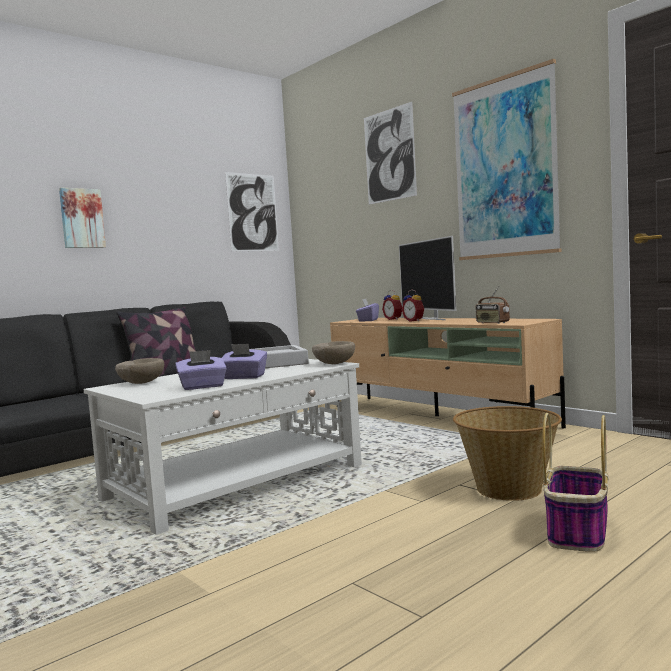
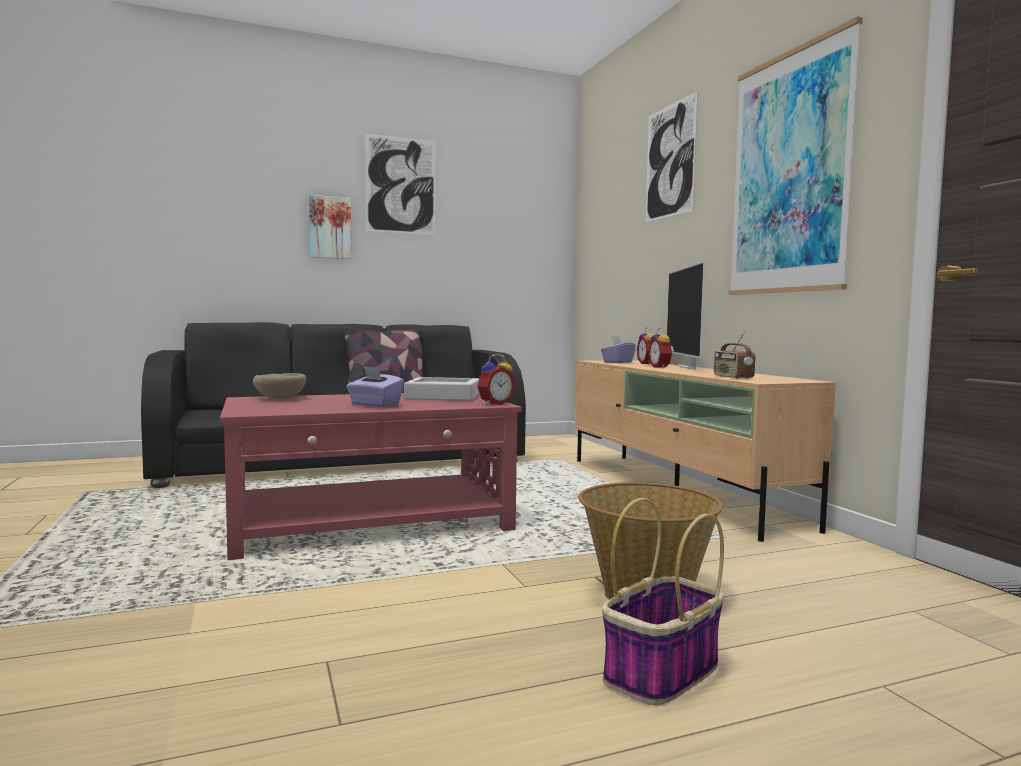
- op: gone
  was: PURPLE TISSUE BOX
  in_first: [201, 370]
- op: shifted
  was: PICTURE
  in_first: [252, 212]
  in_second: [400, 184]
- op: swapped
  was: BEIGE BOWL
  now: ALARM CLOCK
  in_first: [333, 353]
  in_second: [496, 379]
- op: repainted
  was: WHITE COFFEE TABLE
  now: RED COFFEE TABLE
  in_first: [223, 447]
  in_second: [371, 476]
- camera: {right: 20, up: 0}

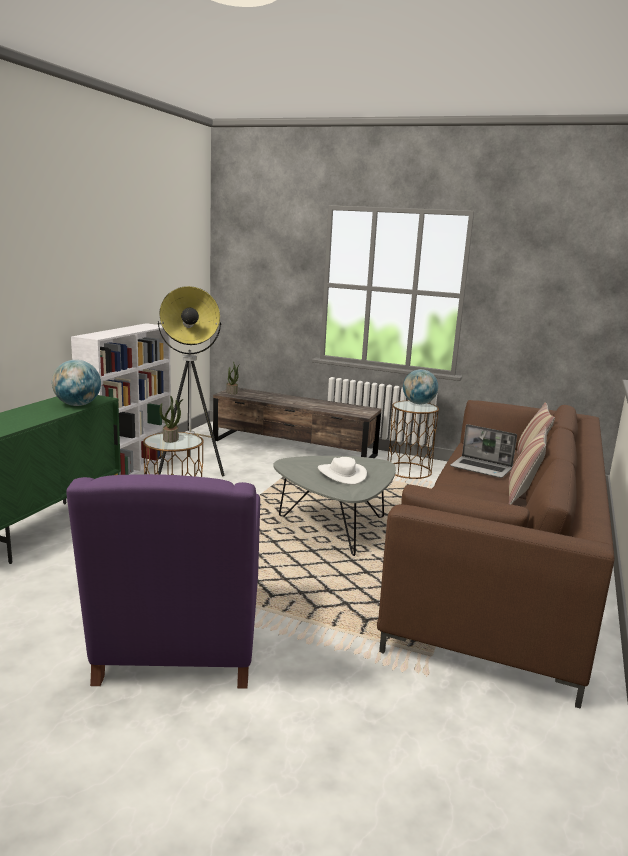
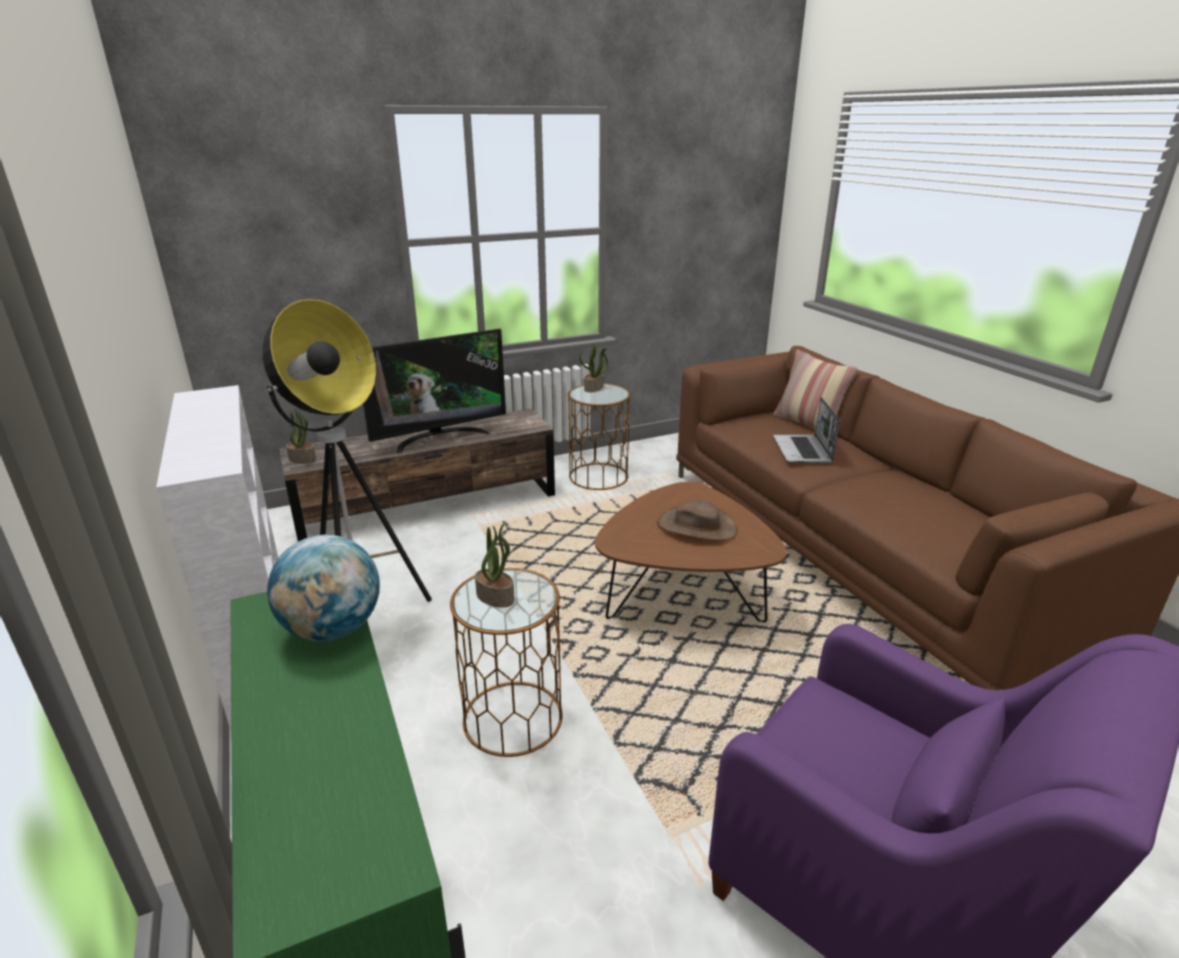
- op: gone
  was: PILLOW
  in_first: [528, 465]
- op: new
  now: TELEVISION
  in_second: [434, 391]
- op: swapped
  was: GLOBE
  now: POTTED PLANT
  in_first: [420, 386]
  in_second: [593, 367]
- op: repainted
  was: GREY COFFEE TABLE
  now: BROWN COFFEE TABLE
  in_first: [334, 506]
  in_second: [691, 552]
- op: repainted
  was: WHITE HAT
  now: BROWN HAT
  in_first: [342, 471]
  in_second: [697, 520]
- op: rotated
  was: LAPTOP
  in_first: [483, 451]
  in_second: [806, 430]
  clockwise: 105
- camera: {right: -45, up: 10}

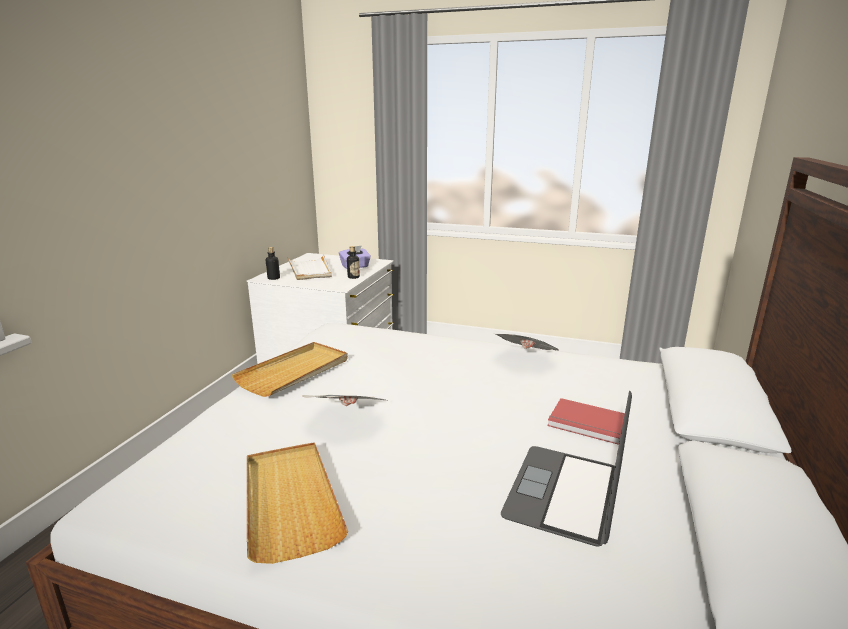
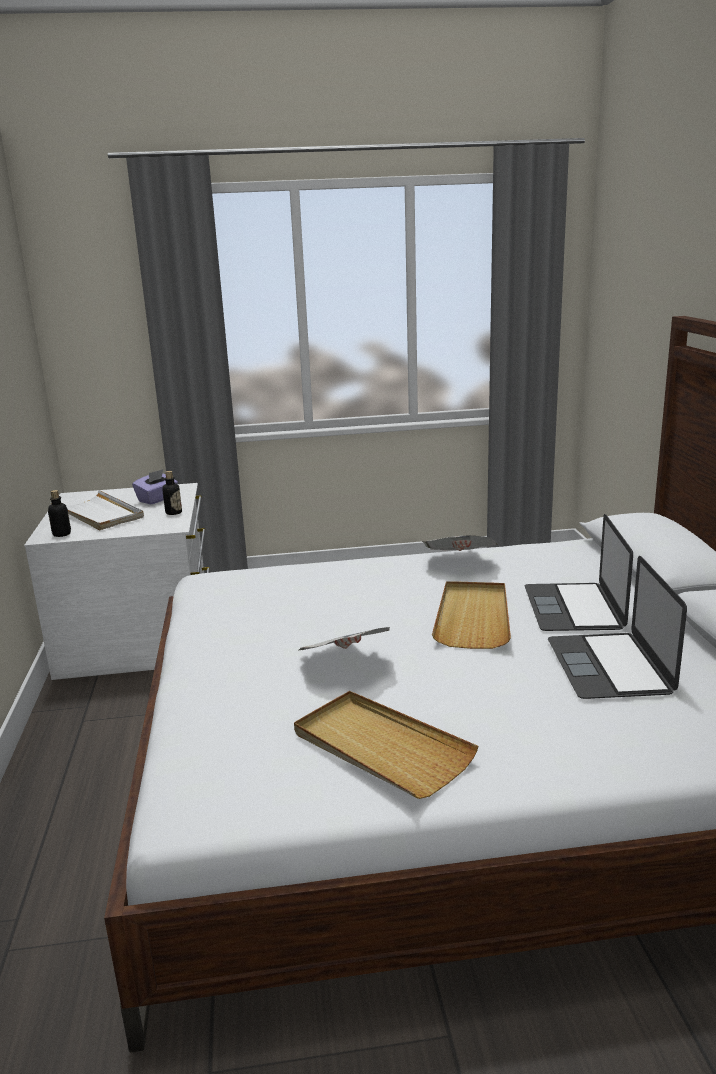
- op: shifted
  was: BEIGE TRAY
  in_first: [289, 369]
  in_second: [471, 615]
- op: swapped
  was: RED BOOK
  now: LAPTOP
  in_first: [586, 421]
  in_second: [579, 572]
- camera: {right: -25, up: 0}

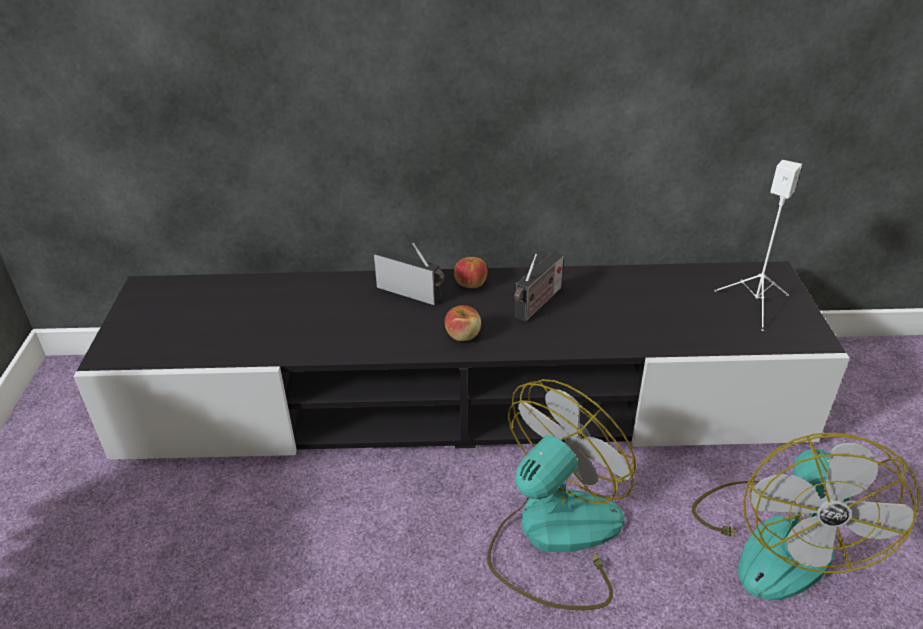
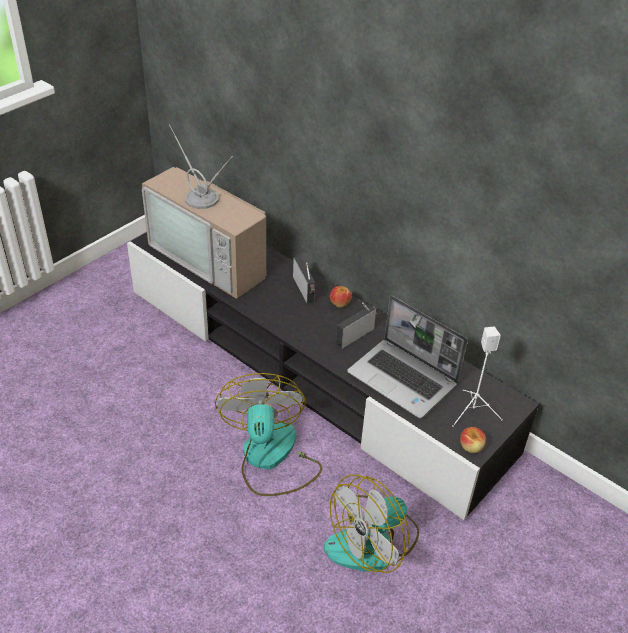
- op: new
  now: TELEVISION
  in_second: [204, 211]
- op: new
  now: LAPTOP
  in_second: [407, 357]
- op: shifted
  was: APPLE
  in_first: [463, 323]
  in_second: [473, 440]
- op: rotated
  was: FAN
  in_first: [561, 494]
  in_second: [268, 434]
  clockwise: -90
- op: rotated
  was: RADIO
  in_first: [539, 286]
  in_second: [357, 326]
  clockwise: 150
- camera: {right: 40, up: 5}

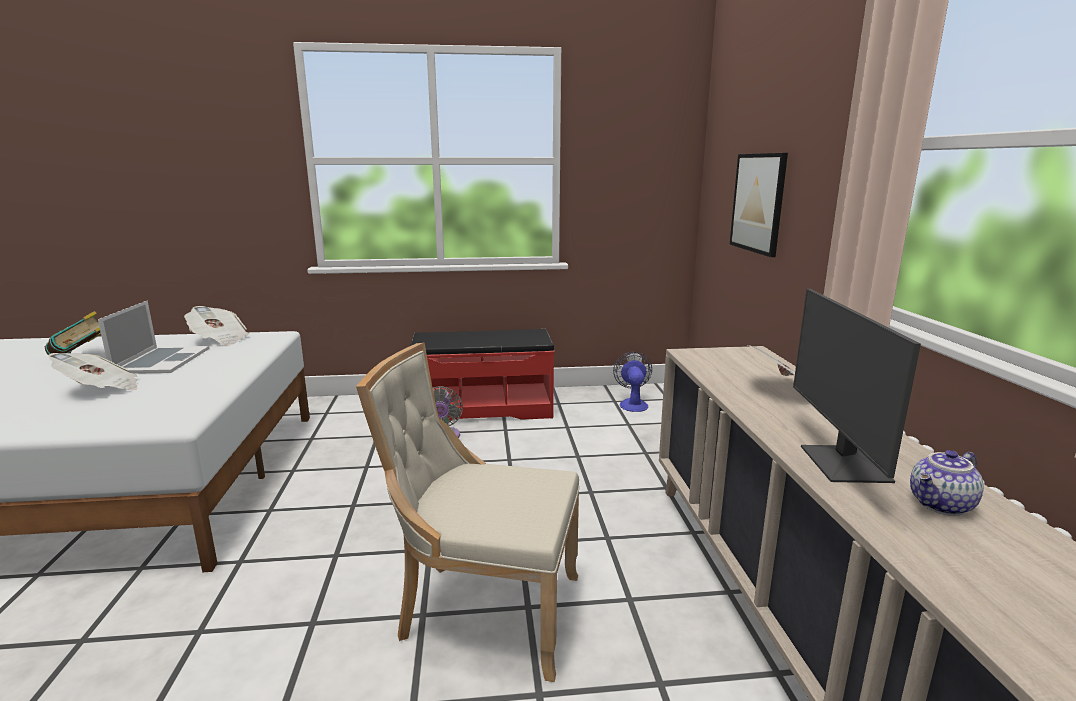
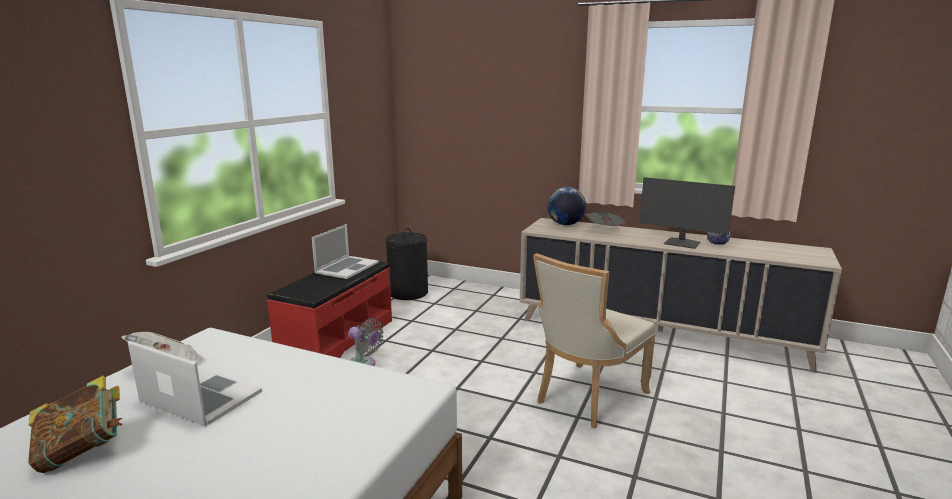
- op: gone
  was: NEWSPAPER
  in_first: [93, 371]
- op: gone
  was: PICTURE
  in_first: [759, 205]
- op: new
  now: LAPTOP
  in_second: [345, 251]
- op: new
  now: GLOBE
  in_second: [566, 206]
- op: swapped
  was: FAN
  now: BLACK LAUNDRY BASKET
  in_first: [632, 382]
  in_second: [407, 264]
- camera: {right: -60, up: 0}

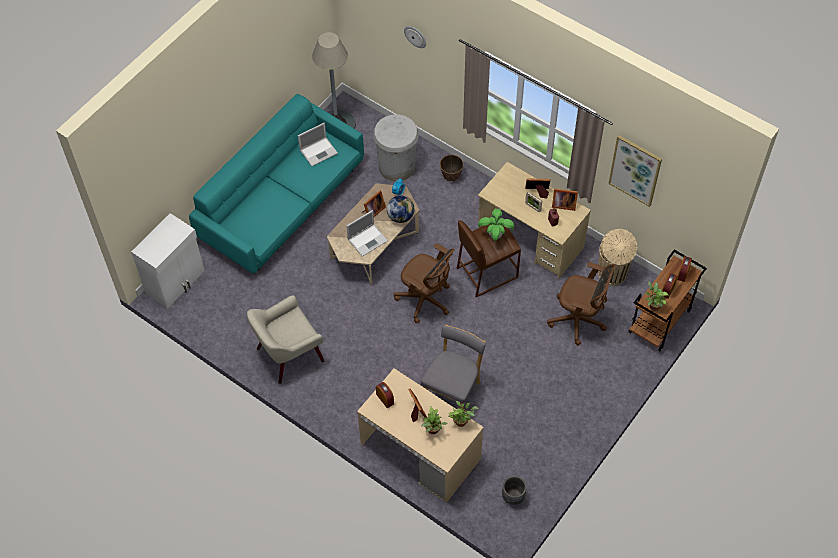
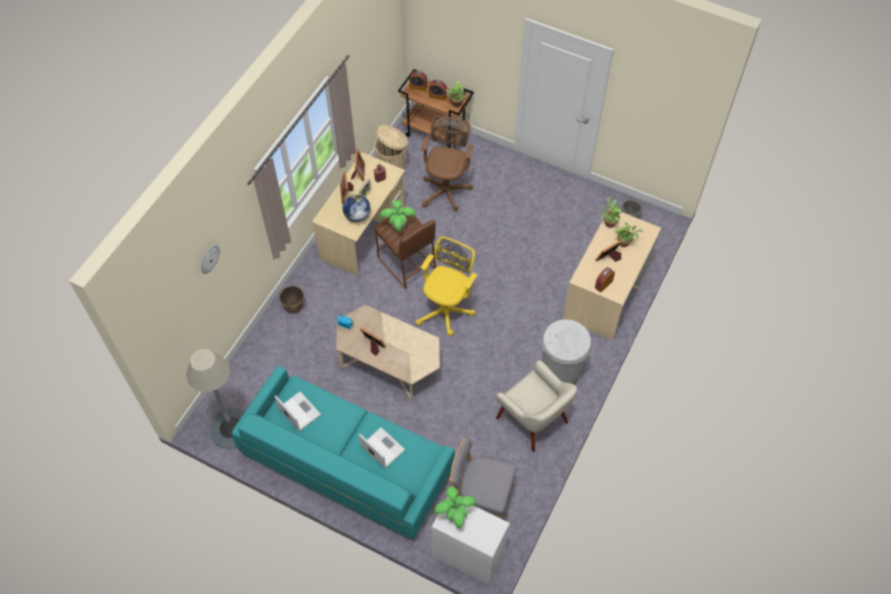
- op: gone
  was: PICTURE
  in_first: [635, 171]
- op: new
  now: POTTED PLANT
  in_second: [455, 507]
- op: shifted
  was: LAPTOP
  in_first: [367, 233]
  in_second: [382, 447]
- op: shifted
  was: WHITE TRASH CAN
  in_first: [396, 148]
  in_second: [566, 352]
- op: shifted
  was: GLOBE
  in_first: [400, 209]
  in_second: [357, 208]
- op: shifted
  was: GREY CHAIR
  in_first: [453, 367]
  in_second: [483, 478]
- op: repainted
  was: BROWN OFFICE CHAIR
  now: YELLOW OFFICE CHAIR
  in_first: [424, 283]
  in_second: [446, 286]
- camera: {right: -100, up: 0}

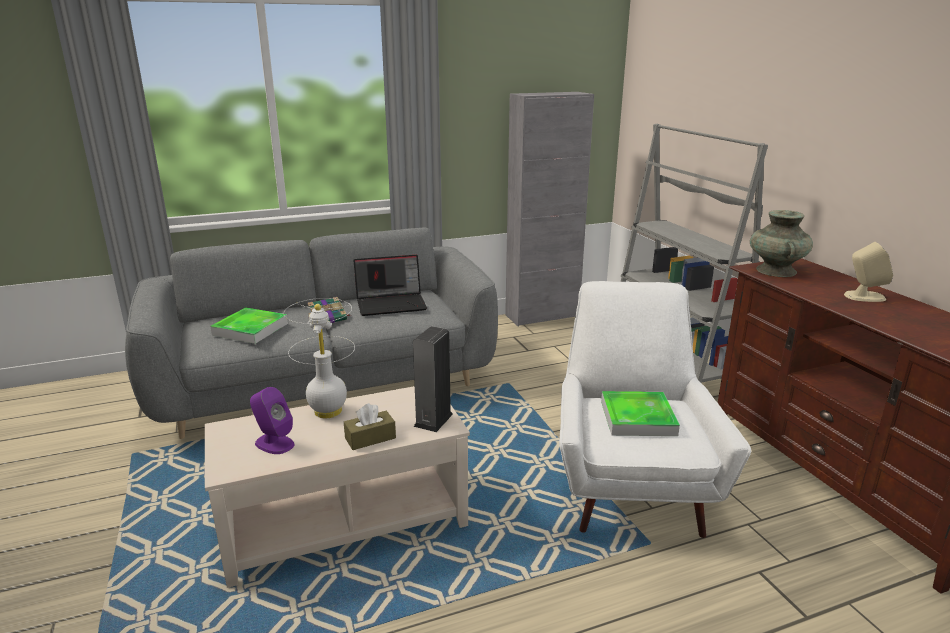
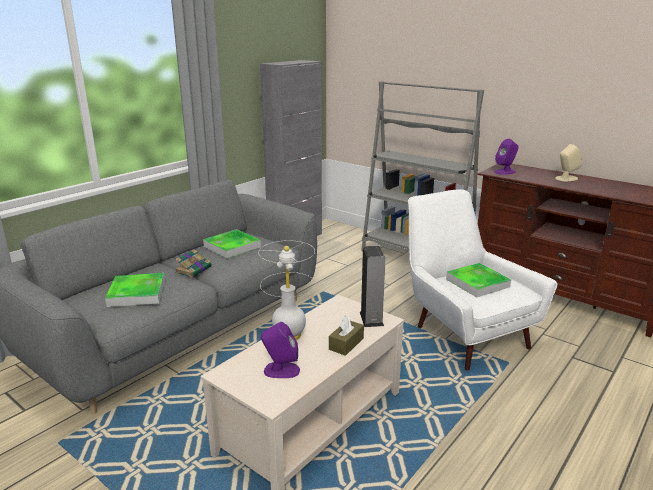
- op: swapped
  was: LAPTOP
  now: TRAY
  in_first: [390, 285]
  in_second: [232, 244]
- op: swapped
  was: TURQUOISE VASE
  now: PURPLE SPEAKER
  in_first: [781, 243]
  in_second: [507, 157]
- camera: {right: -30, up: 0}

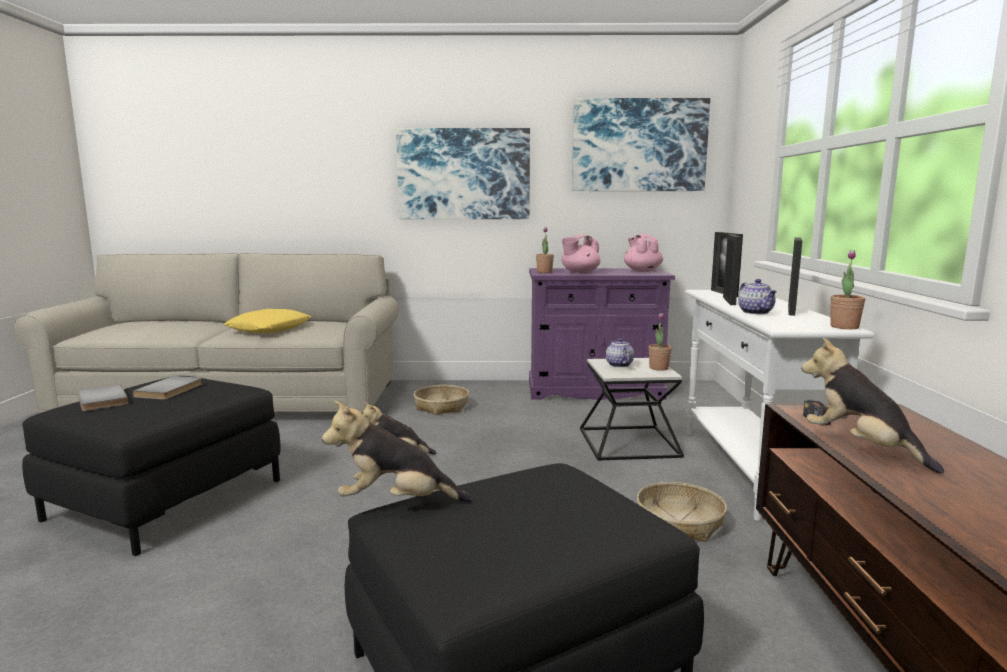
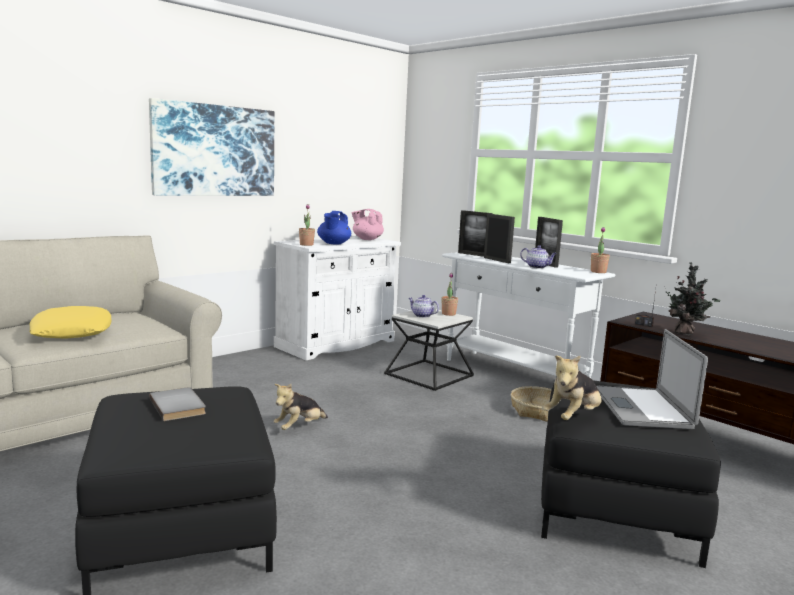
- op: gone
  was: GREY BOOK
  in_first: [103, 397]
- op: gone
  was: BASKET
  in_first: [441, 400]
- op: gone
  was: PICTURE
  in_first: [641, 144]
- op: new
  now: LAPTOP
  in_second: [652, 379]
- op: swapped
  was: PLUSH TOY
  now: POTTED PLANT
  in_first: [872, 406]
  in_second: [693, 298]
- op: repainted
  was: PURPLE CABINET
  now: WHITE CABINET
  in_first: [602, 334]
  in_second: [337, 298]
- op: repainted
  was: PINK TEAPOT
  now: BLUE TEAPOT
  in_first: [580, 254]
  in_second: [334, 228]
- camera: {right: -45, up: 0}

